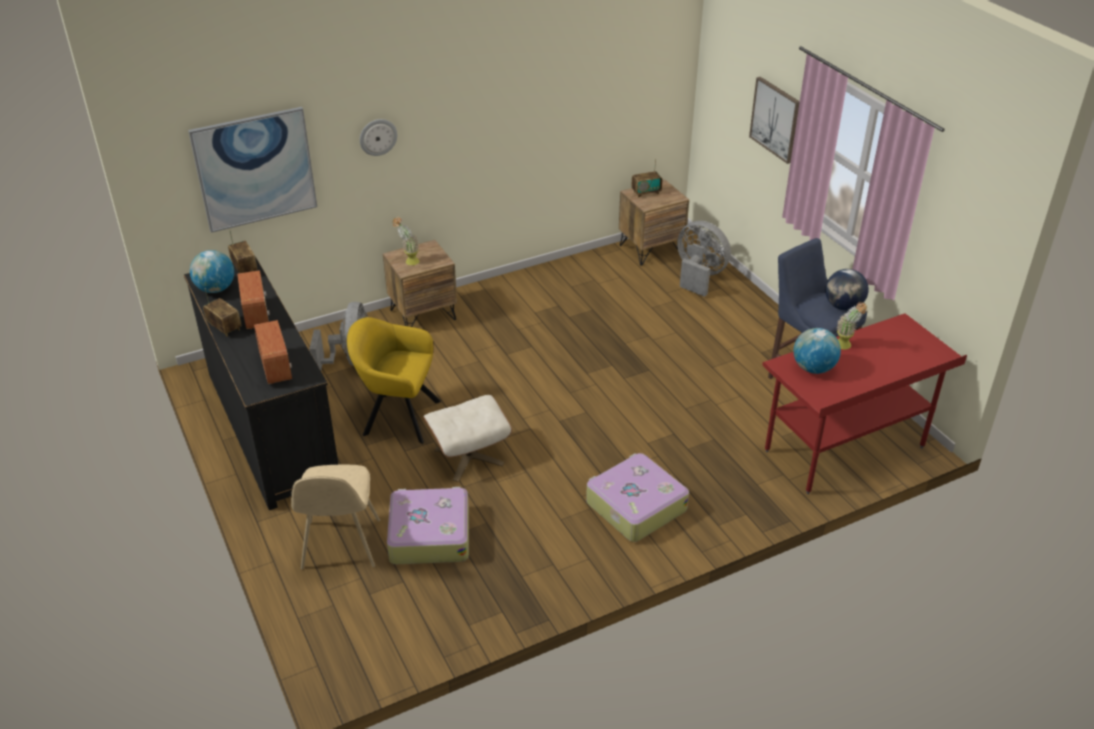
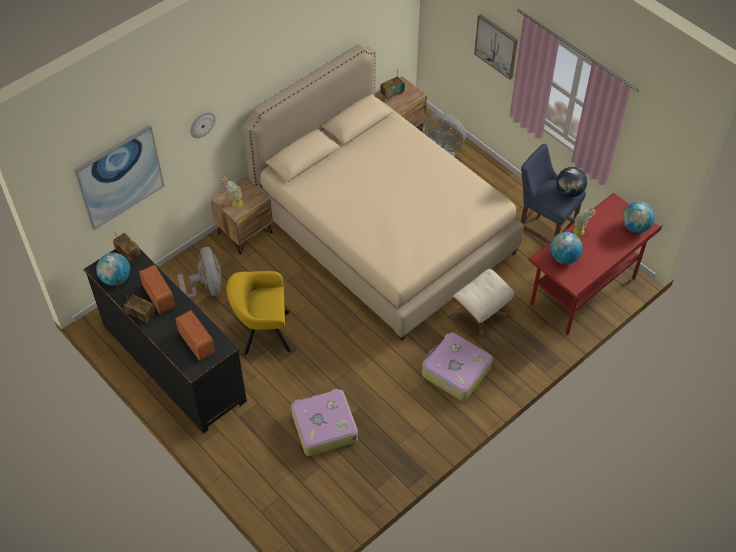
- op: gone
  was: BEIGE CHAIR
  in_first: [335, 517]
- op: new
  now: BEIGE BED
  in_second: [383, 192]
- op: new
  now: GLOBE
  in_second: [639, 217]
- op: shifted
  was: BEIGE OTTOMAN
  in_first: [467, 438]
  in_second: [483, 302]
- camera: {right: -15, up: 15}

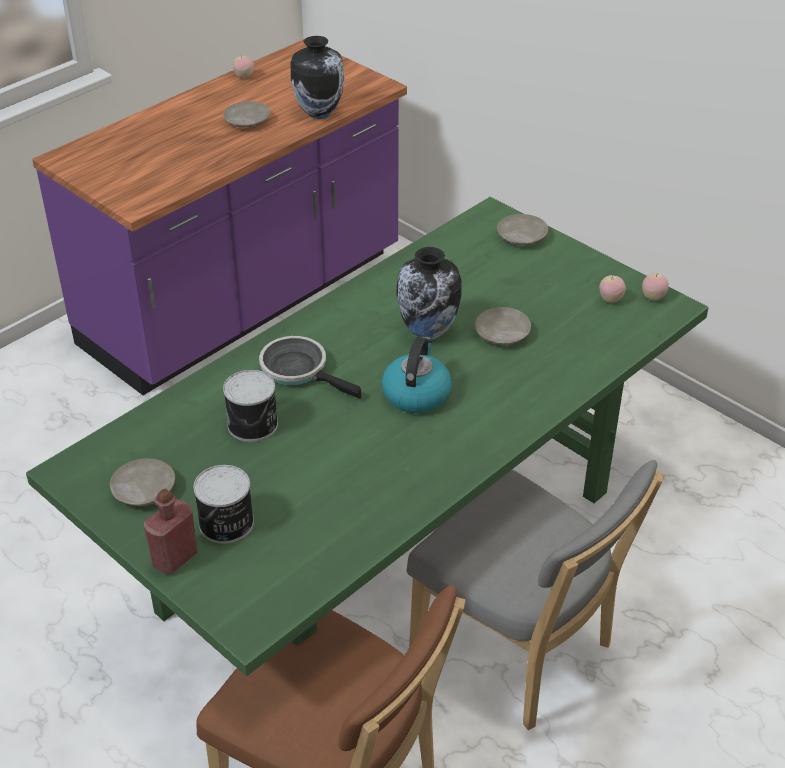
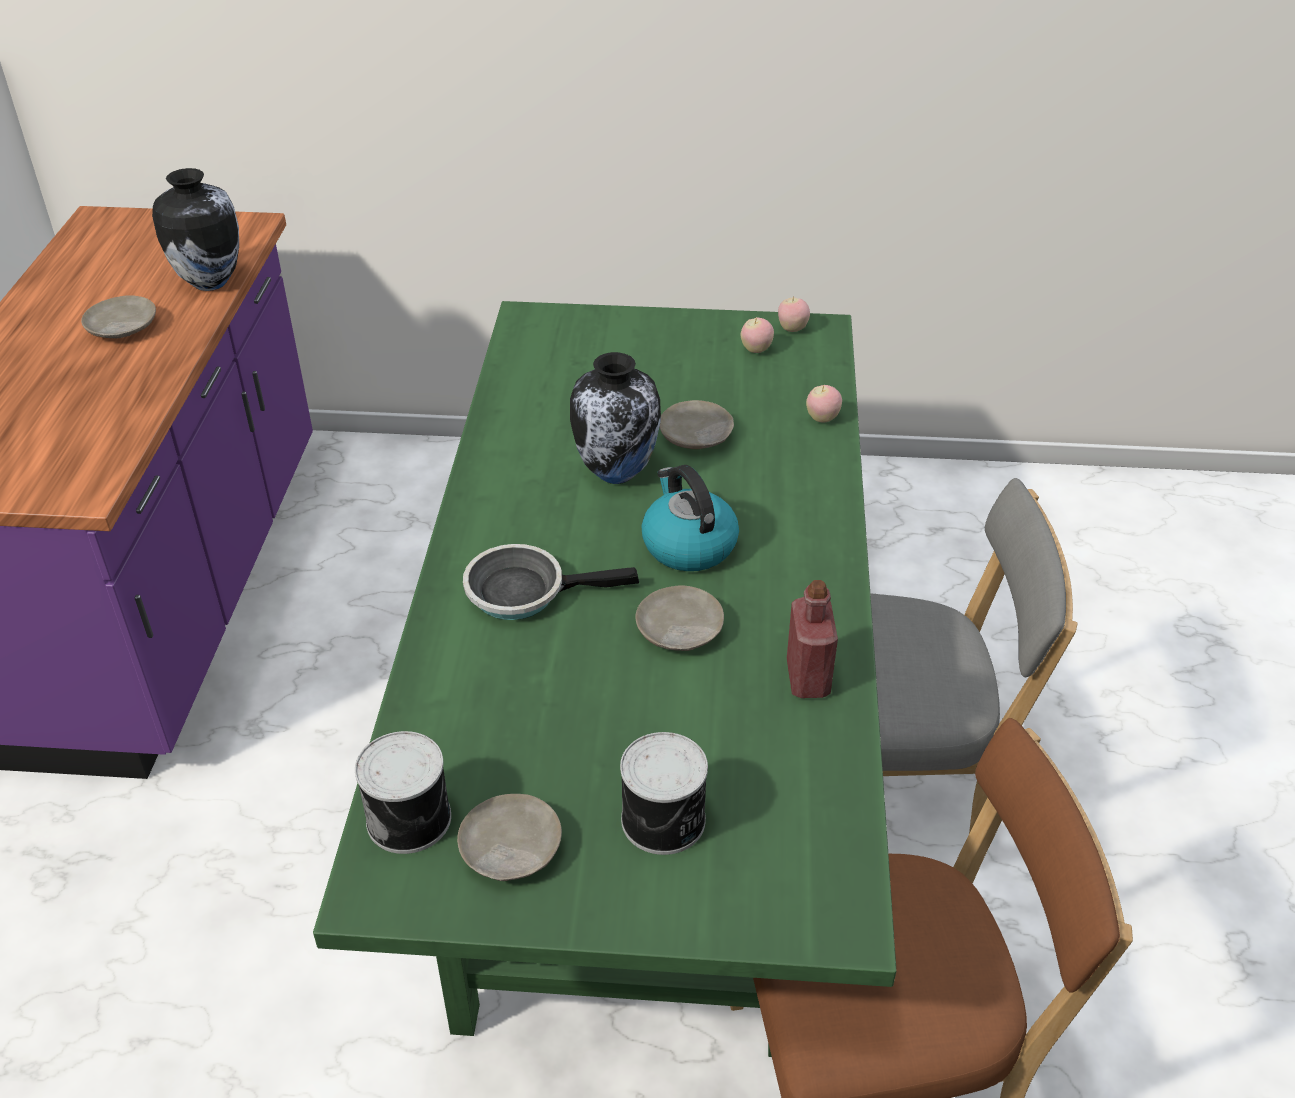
- op: shifted
  was: RED BOTTLE
  in_first: [170, 531]
  in_second: [812, 639]
- op: shifted
  was: CAN
  in_first: [250, 406]
  in_second: [403, 792]
- op: shifted
  was: APPLE
  in_first: [243, 66]
  in_second: [824, 403]
- op: shifted
  was: BEIGE PLATE
  in_first: [522, 229]
  in_second: [679, 618]
- camera: {right: -40, up: 0}

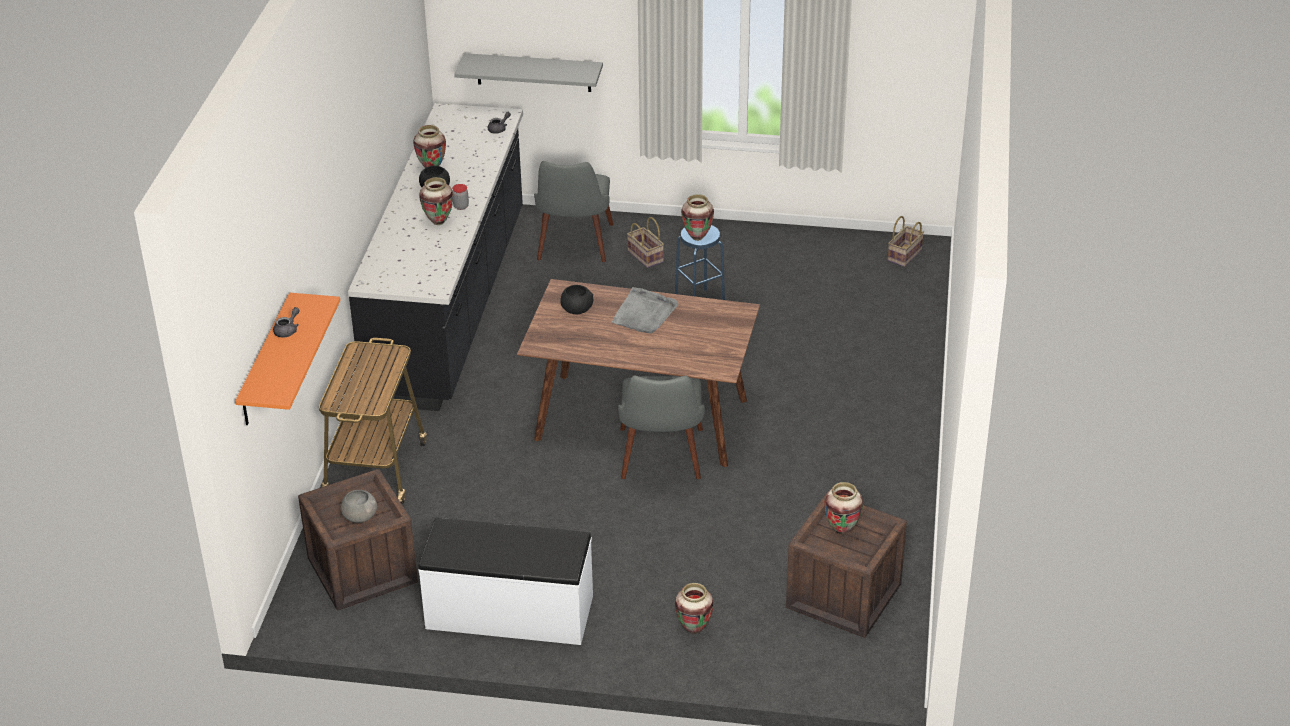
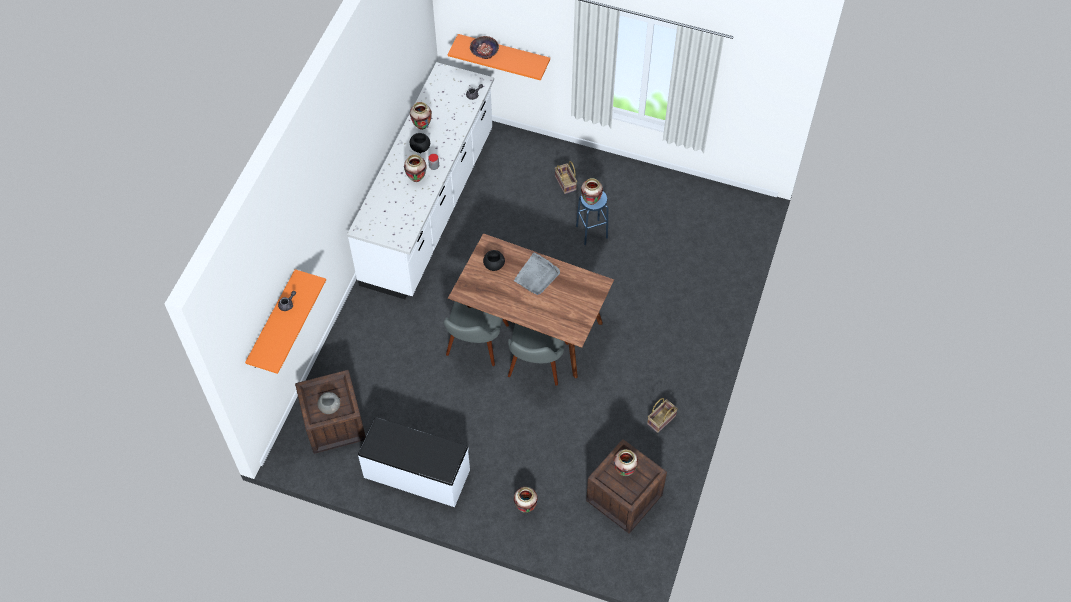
- op: gone
  was: CART
  in_first: [373, 421]
- op: new
  now: BOWL
  in_second: [484, 47]
- op: shifted
  was: GREY CHAIR
  in_first: [574, 211]
  in_second: [476, 333]
- op: shifted
  was: BASKET
  in_first: [906, 241]
  in_second: [662, 415]
- op: repainted
  was: BLACK COUNTER
  now: WHITE COUNTER
  in_first: [435, 257]
  in_second: [420, 180]
- op: repainted
  was: GREY SHELF
  now: ORANGE SHELF
  in_first: [528, 72]
  in_second: [499, 57]
- camera: {right: 10, up: 20}

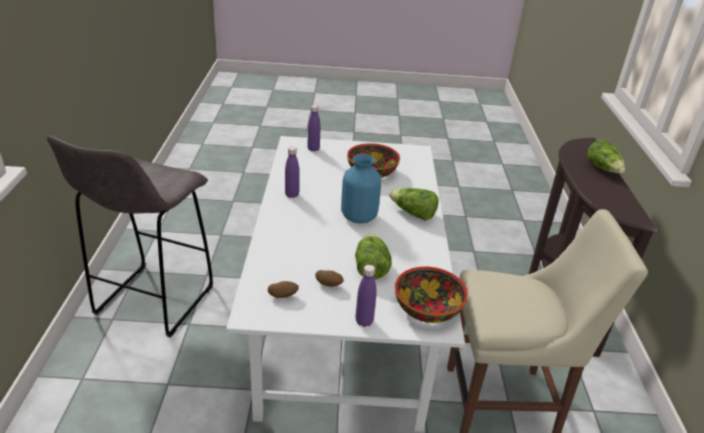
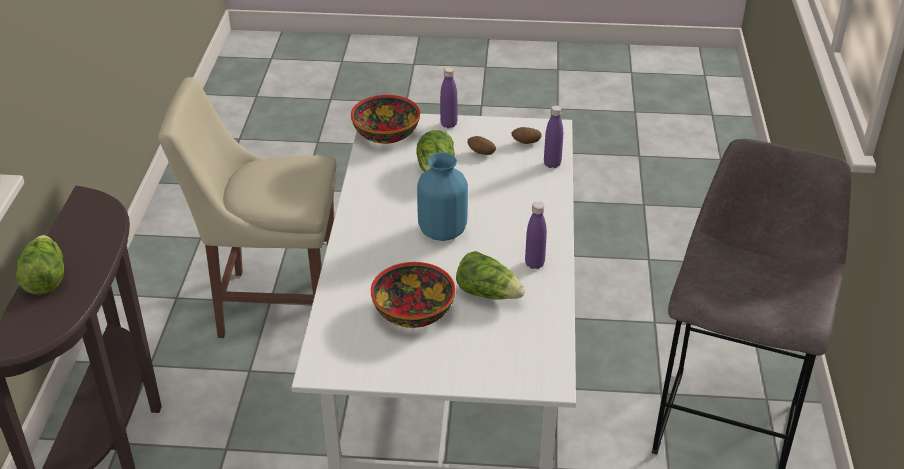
- op: shifted
  was: PURPLE BOTTLE
  in_first: [313, 128]
  in_second: [553, 136]
- op: shifted
  was: LETTUCE
  in_first: [413, 204]
  in_second: [490, 275]
- camera: {right: -175, up: 5}

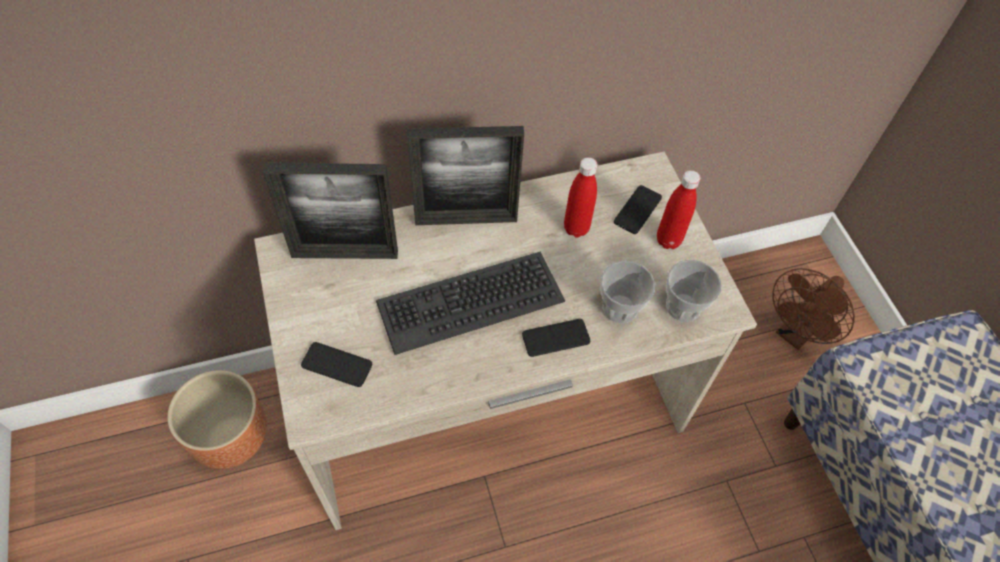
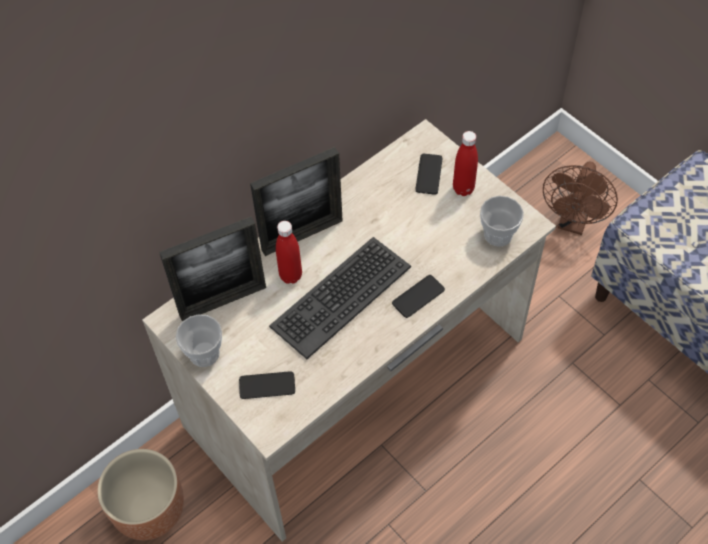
- op: shifted
  was: RED BOTTLE
  in_first: [580, 197]
  in_second: [289, 252]
- op: shifted
  was: CUP
  in_first: [628, 292]
  in_second: [199, 340]
- camera: {right: -20, up: 0}

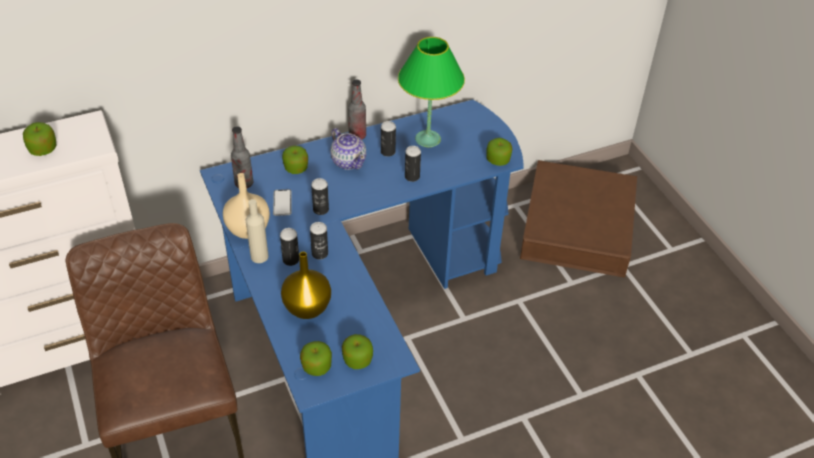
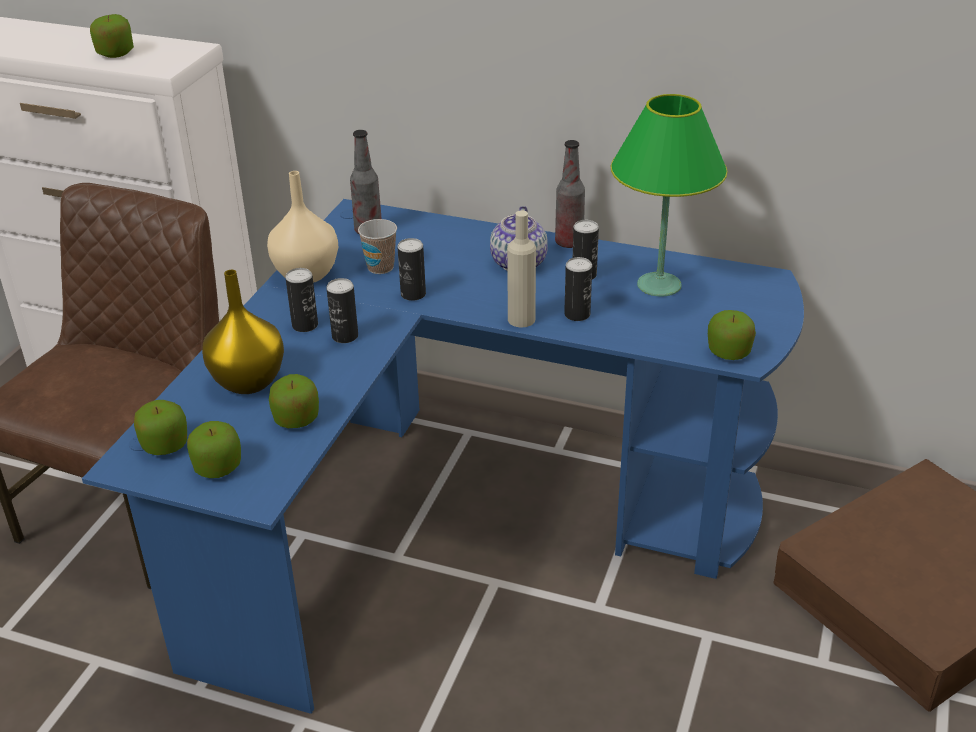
- op: shifted
  was: BEIGE BOTTLE
  in_first: [257, 231]
  in_second: [521, 269]
- op: shifted
  was: APPLE
  in_first: [295, 160]
  in_second: [294, 401]
- op: swapped
  was: PHONE
  now: CUP
  in_first: [282, 202]
  in_second: [377, 246]
- camera: {right: 45, up: -10}

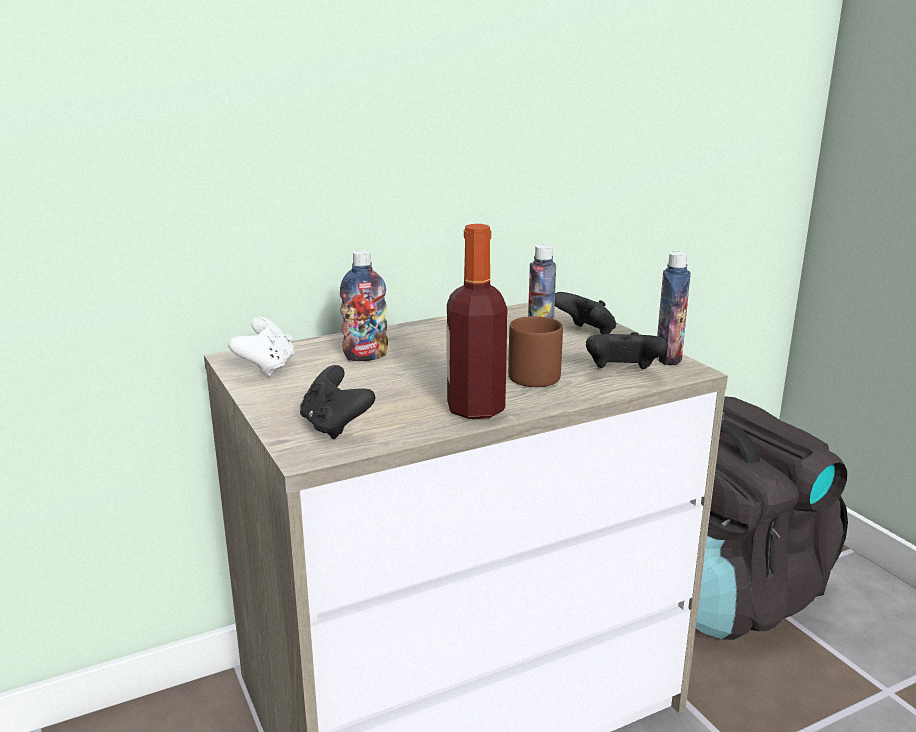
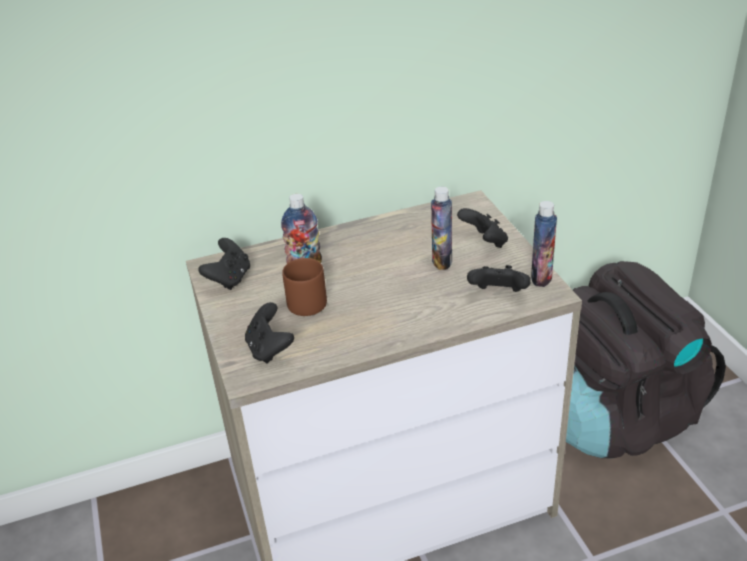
- op: gone
  was: BOTTLE
  in_first: [477, 321]
- op: shifted
  was: BROWN MUG
  in_first: [535, 351]
  in_second: [304, 287]
- op: repainted
  was: WHITE GAME CONTROLLER
  now: BLACK GAME CONTROLLER
  in_first: [261, 346]
  in_second: [224, 264]
- camera: {right: 10, up: 15}

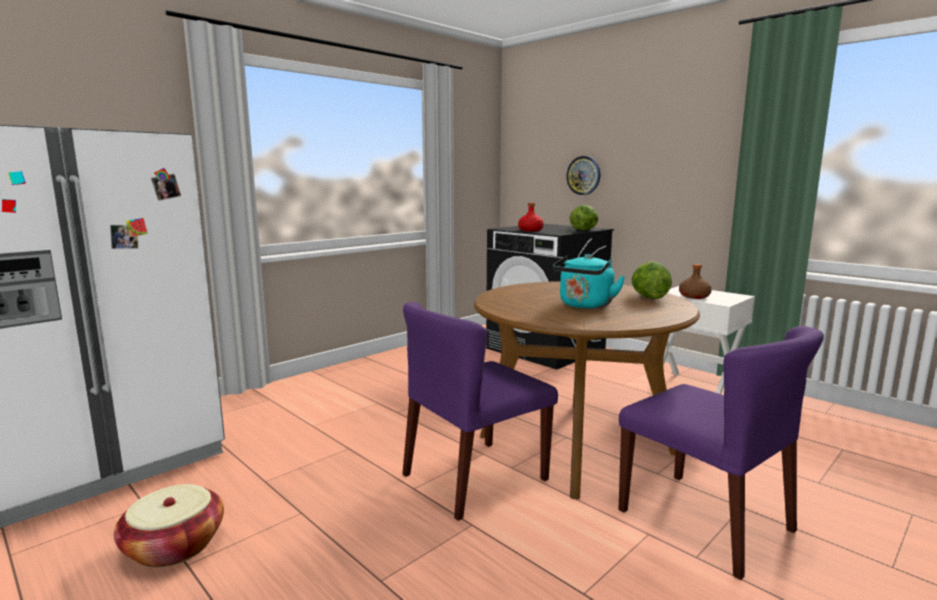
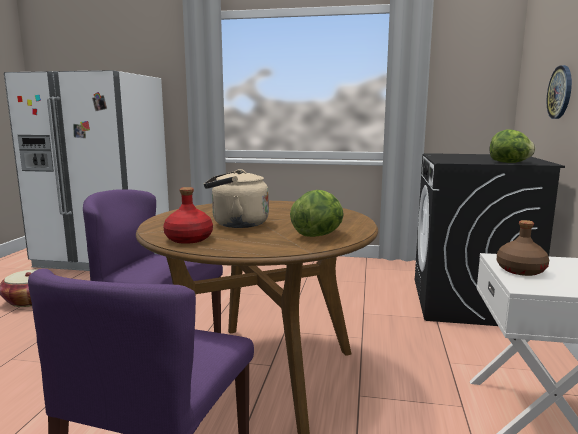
- op: shifted
  was: RED BOTTLE
  in_first: [531, 217]
  in_second: [188, 215]
- op: repainted
  was: TURQUOISE KETTLE
  now: BEIGE KETTLE
  in_first: [589, 281]
  in_second: [236, 198]
- camera: {right: 55, up: 0}

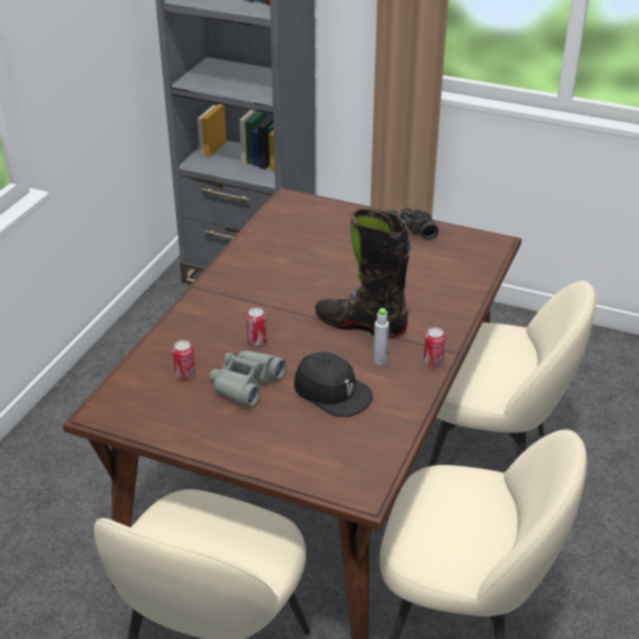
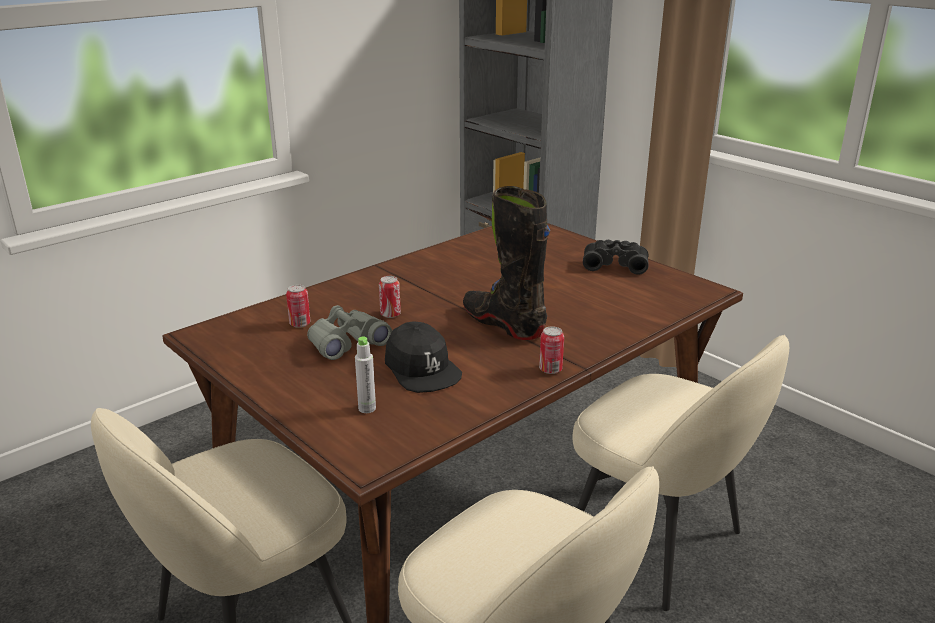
- op: shifted
  was: GREY BOTTLE
  in_first: [381, 337]
  in_second: [365, 374]
- camera: {right: 25, up: -10}

